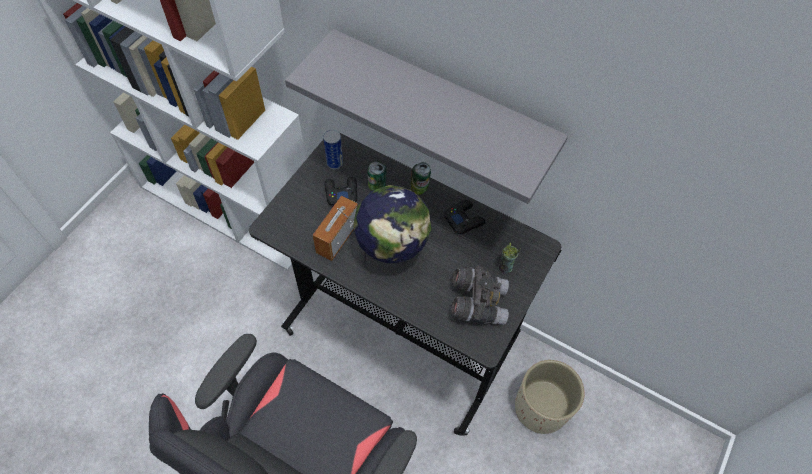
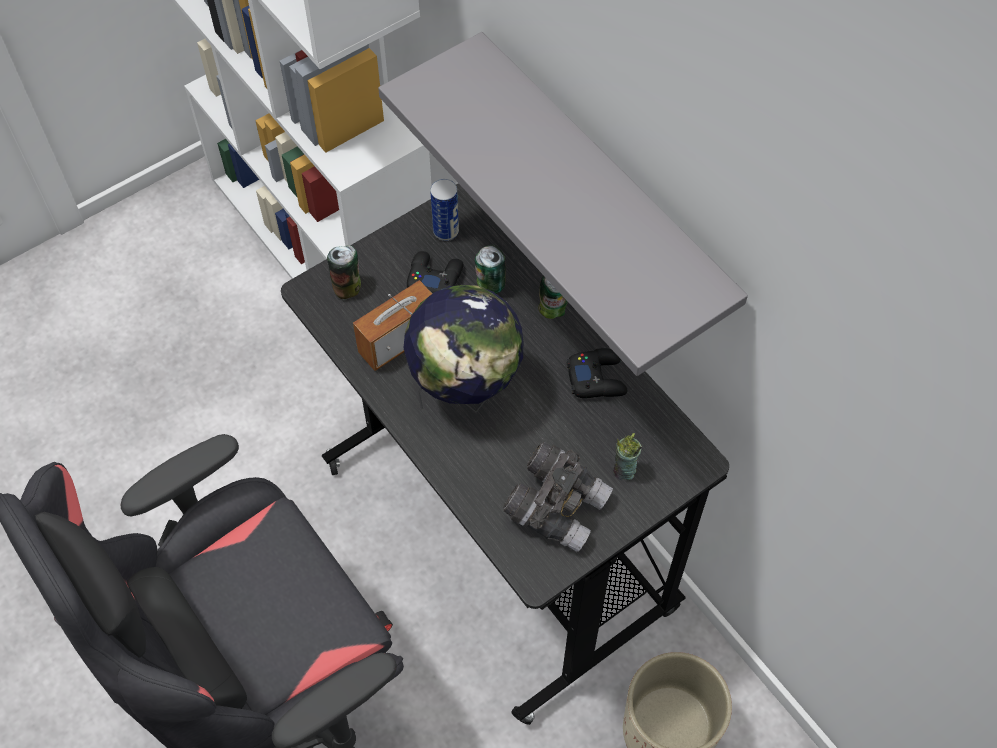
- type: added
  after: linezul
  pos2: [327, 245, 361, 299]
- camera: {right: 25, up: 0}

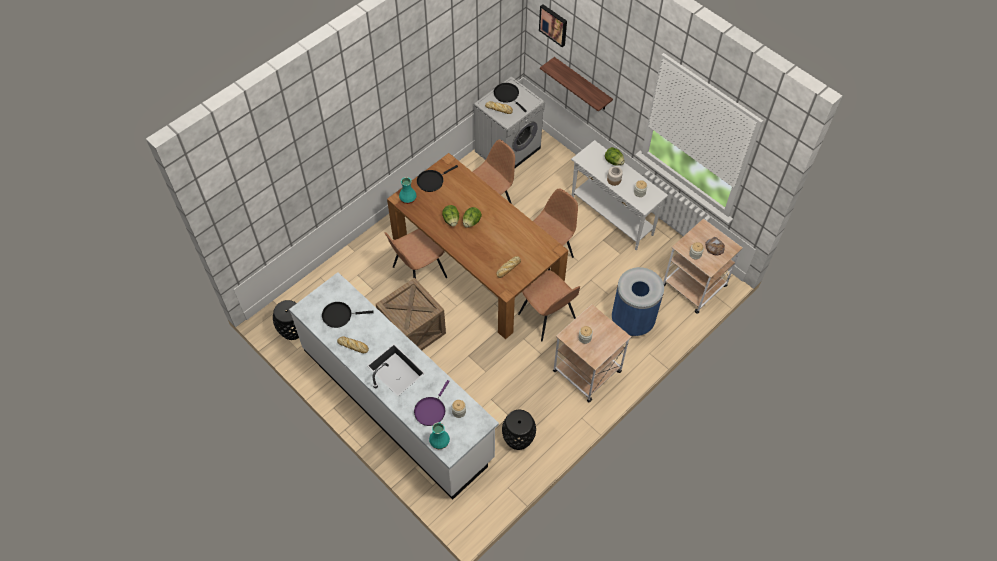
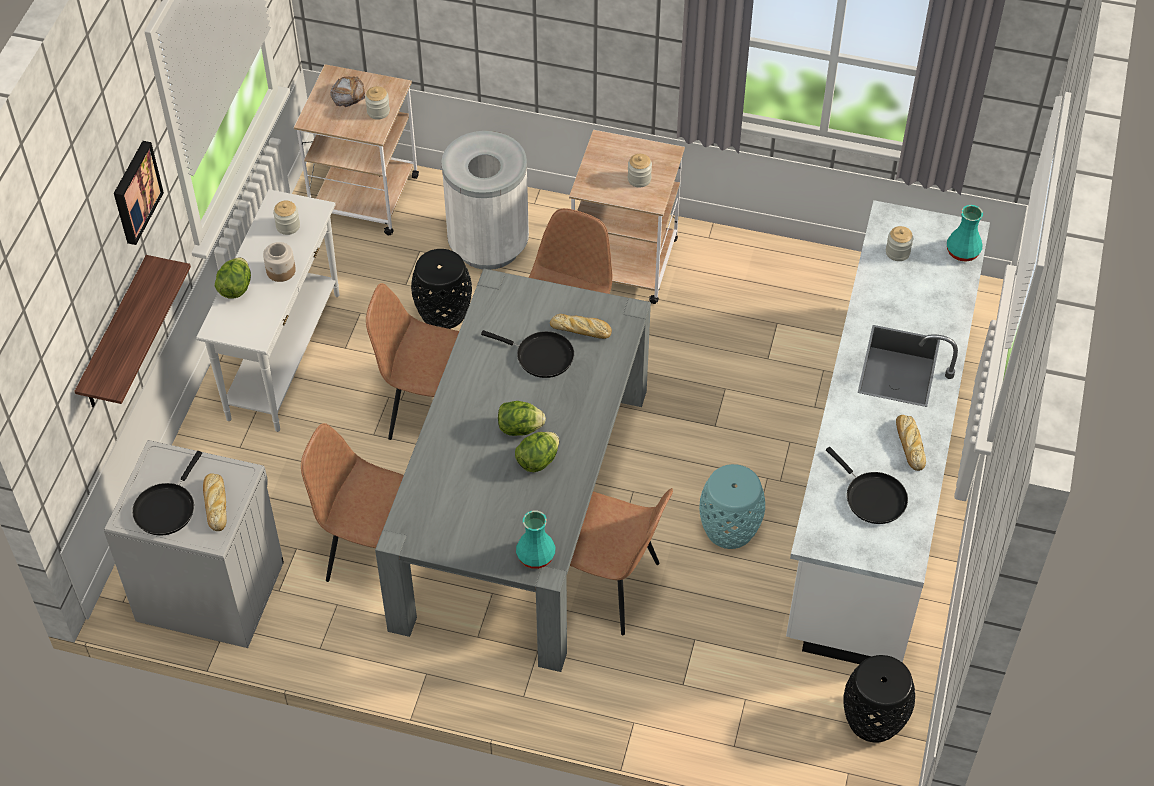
- type: replaced
  before: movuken
  after: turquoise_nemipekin
  pos1: [376, 278, 446, 350]
  pos2: [699, 464, 765, 549]
- type: recoloured
  before: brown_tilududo
  after: grey_tilududo
  pos1: [387, 153, 568, 339]
  pos2: [375, 269, 651, 672]
- type: removed
  before: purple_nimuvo
  pos1: [414, 380, 450, 426]
- type: moved
  before: black_nimuvo
  pos1: [417, 165, 458, 192]
  pos2: [481, 330, 574, 378]
- type: moved
  before: black_nemipekin
  pos1: [502, 410, 536, 450]
  pos2: [411, 249, 472, 329]
- type: moved
  before: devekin
  pos1: [539, 4, 567, 47]
  pos2: [114, 141, 164, 245]
- type: recoloured
  before: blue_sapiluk
  after: white_sapiluk
  pos1: [612, 267, 664, 336]
  pos2: [441, 131, 529, 270]
- camera: {right: -120, up: -5}

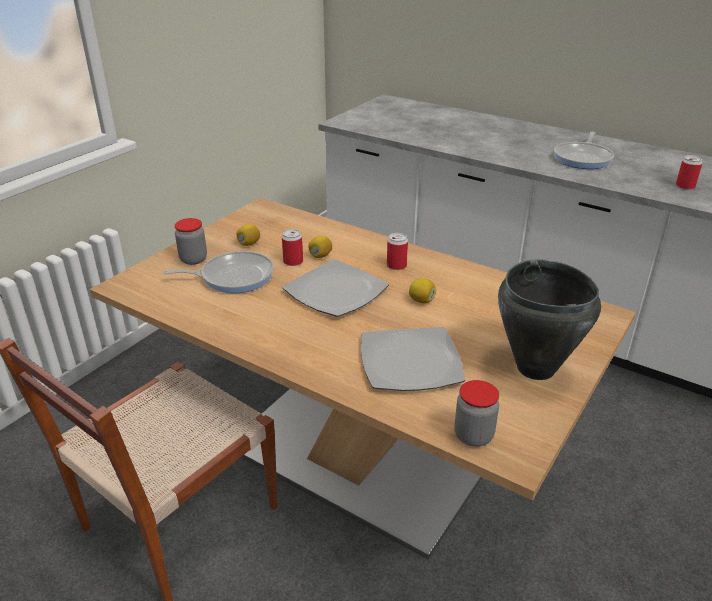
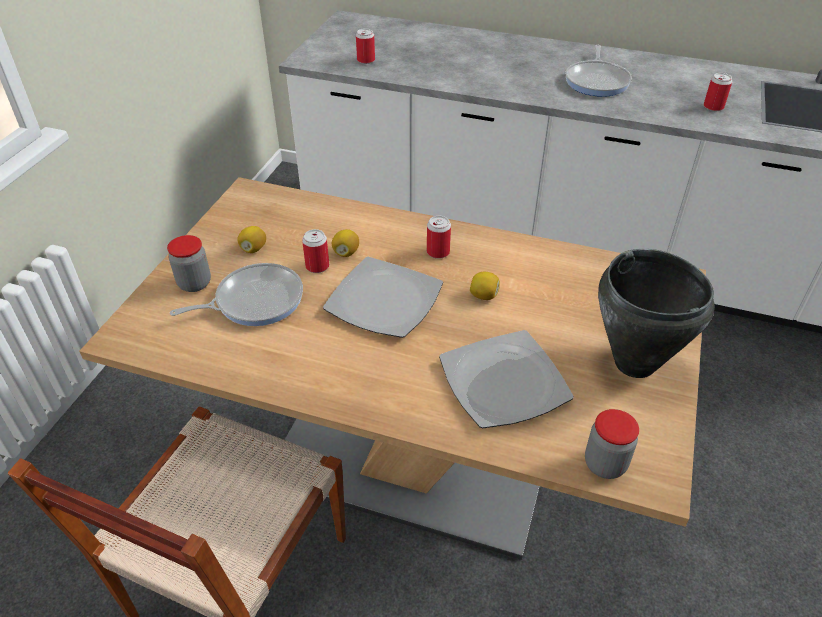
- type: added
  after: linezul
  pos2: [356, 28, 375, 64]
- camera: {right: -15, up: 10}

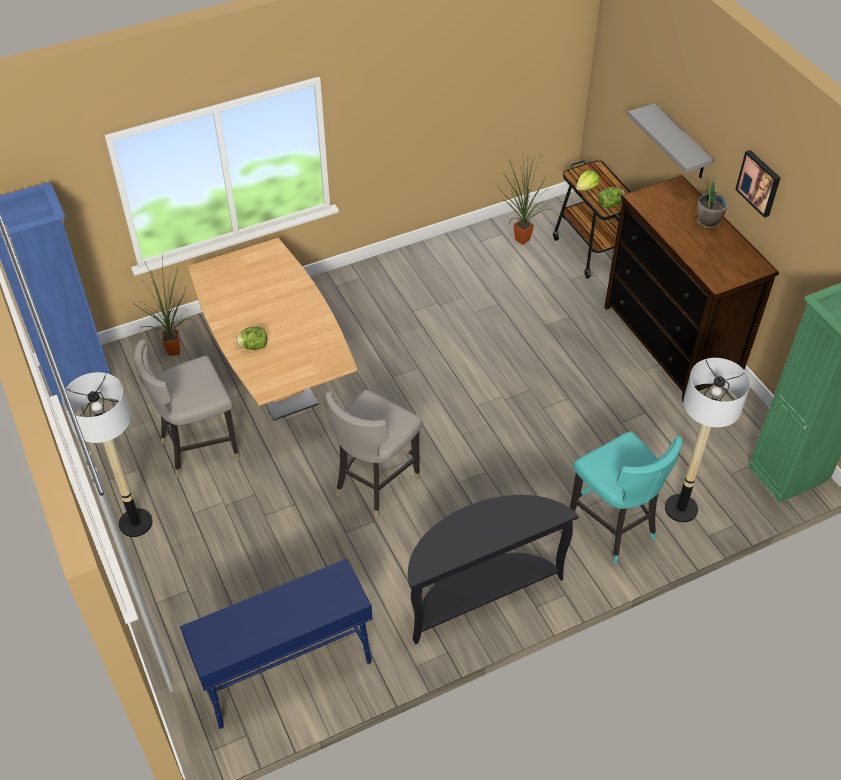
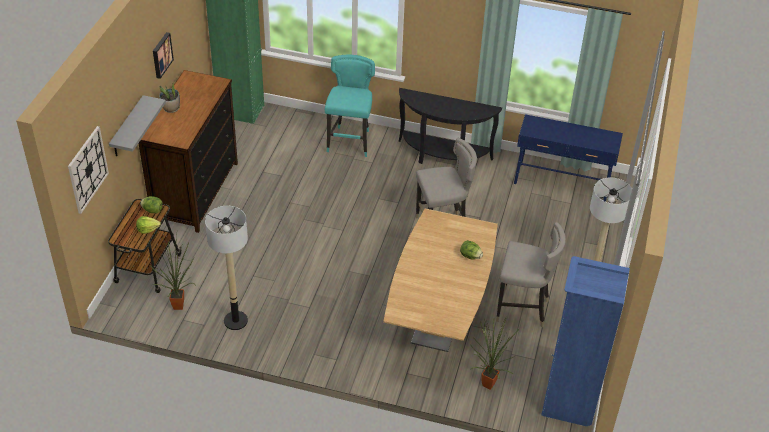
- type: moved
  before: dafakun
  pos1: [665, 358, 750, 523]
  pos2: [205, 206, 248, 330]
- type: added
  after: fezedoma
  pos2: [68, 126, 109, 214]
- camera: {right: -140, up: -5}

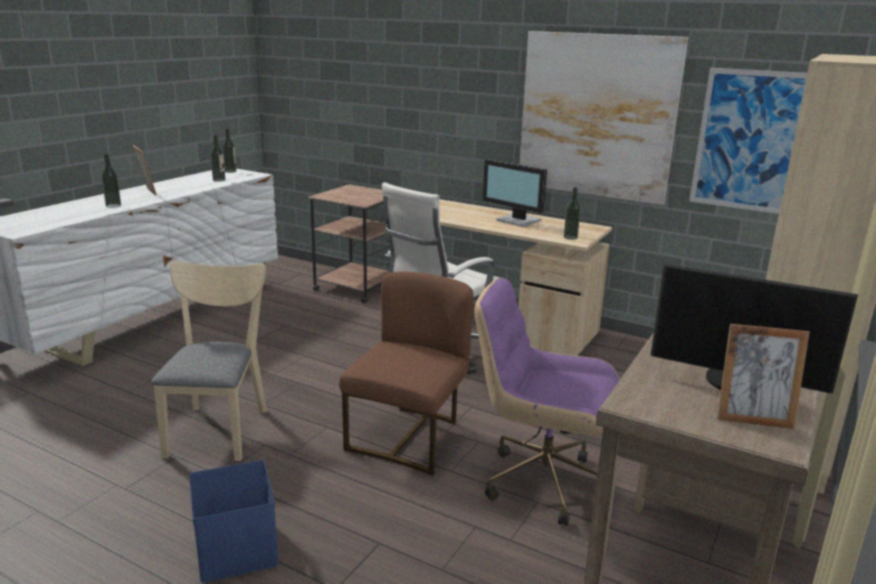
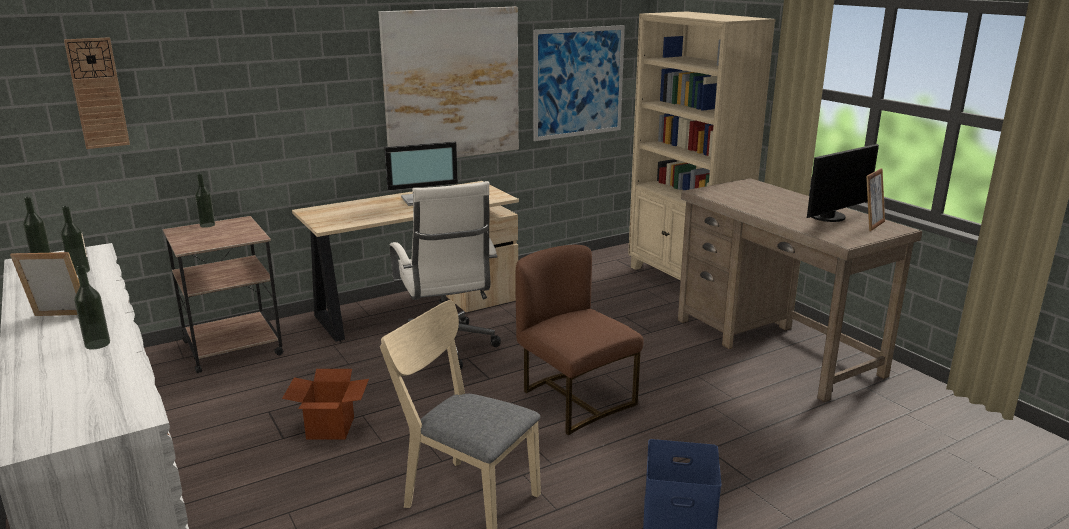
- type: removed
  before: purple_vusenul
  pos1: [475, 277, 619, 526]
- type: moved
  before: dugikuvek
  pos1: [564, 187, 581, 240]
  pos2: [195, 173, 215, 228]
- type: added
  after: fezedoma
  pos2: [64, 37, 130, 149]
- type: added
  after: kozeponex
  pos2: [282, 369, 369, 440]
- camera: {right: -60, up: 0}

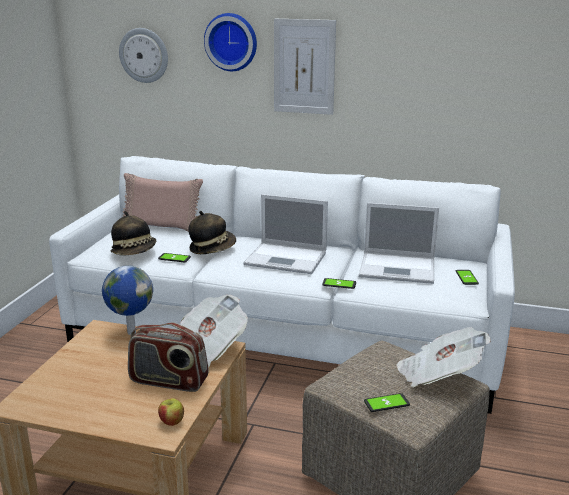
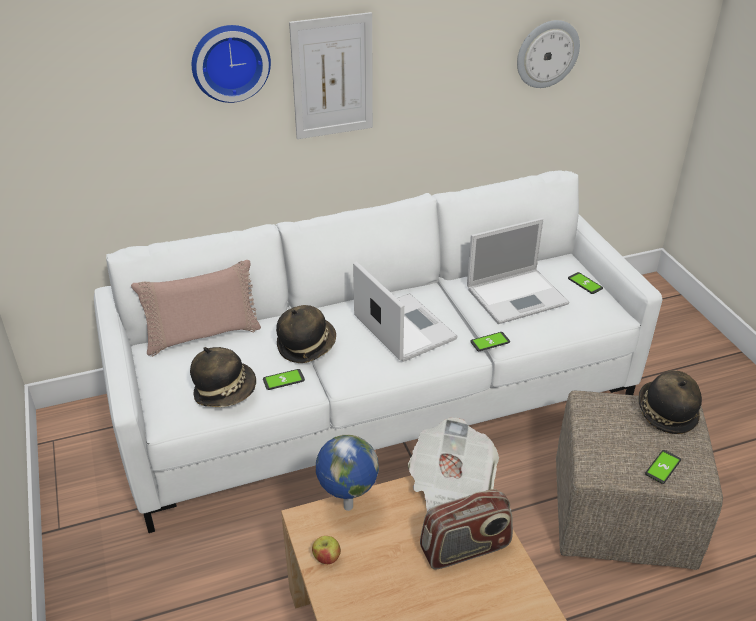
- type: moved
  before: fezedoma
  pos1: [119, 28, 168, 83]
  pos2: [517, 20, 580, 88]
- type: moved
  before: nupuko
  pos1: [158, 398, 184, 426]
  pos2: [312, 536, 341, 564]
- type: turned
  before: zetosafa
  pos1: [243, 194, 328, 274]
  pos2: [353, 261, 457, 362]
  turn: -105
- type: replaced
  before: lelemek
  after: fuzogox
  pos1: [396, 327, 491, 387]
  pos2: [638, 370, 702, 434]
- camera: {right: -35, up: 15}

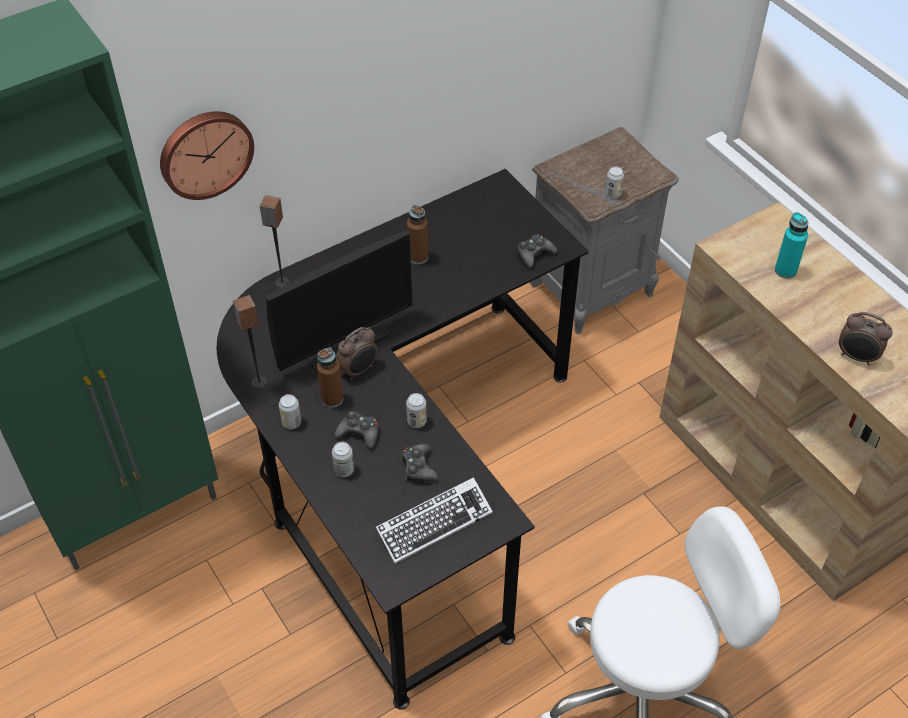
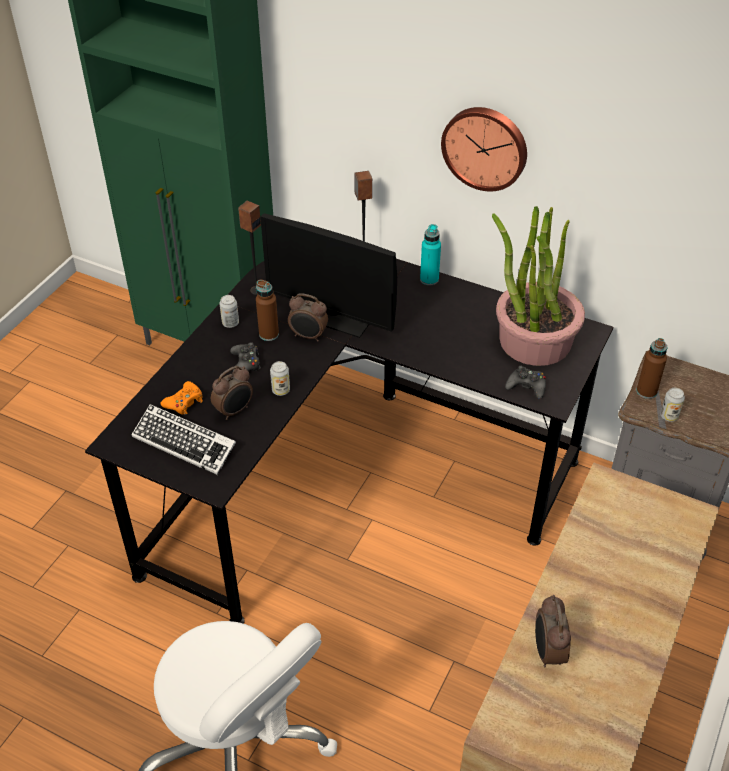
- type: moved
  before: fezedoma
  pos1: [160, 111, 254, 200]
  pos2: [441, 107, 527, 192]
- type: removed
  before: linezul
  pos1: [332, 442, 354, 477]
- type: replaced
  before: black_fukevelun
  after: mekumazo
  pos1: [401, 444, 438, 482]
  pos2: [211, 366, 253, 420]
- type: moved
  before: brown_dugikuvek
  pos1: [407, 205, 428, 264]
  pos2: [636, 338, 667, 399]
- type: moved
  before: turquoise_dugikuvek
  pos1: [775, 212, 808, 279]
  pos2: [420, 224, 441, 285]
- type: added
  after: orange_fukevelun
  pos2: [161, 381, 203, 415]
- type: added
  after: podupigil
  pos2: [492, 206, 585, 366]
- camera: {right: 60, up: -5}

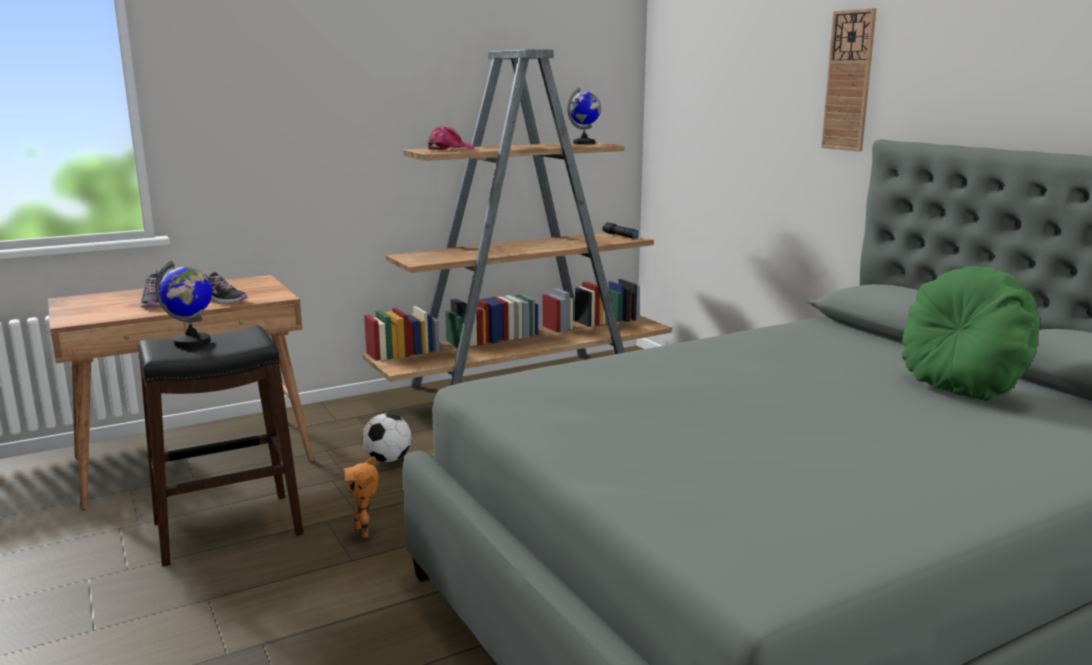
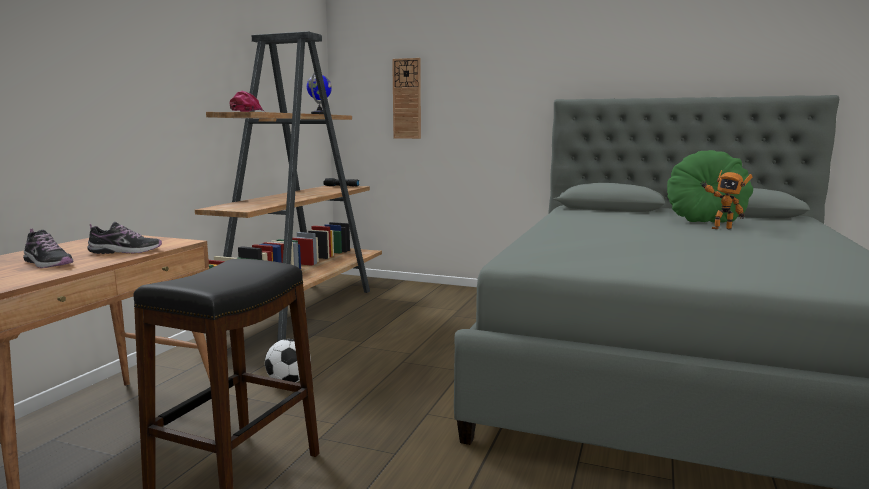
- type: removed
  before: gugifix
  pos1: [155, 261, 212, 348]
- type: moved
  before: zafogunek
  pos1: [344, 456, 379, 539]
  pos2: [700, 170, 753, 230]
- type: moved
  before: fezedoma
  pos1: [821, 8, 877, 151]
  pos2: [392, 58, 421, 139]
- camera: {right: -40, up: -5}

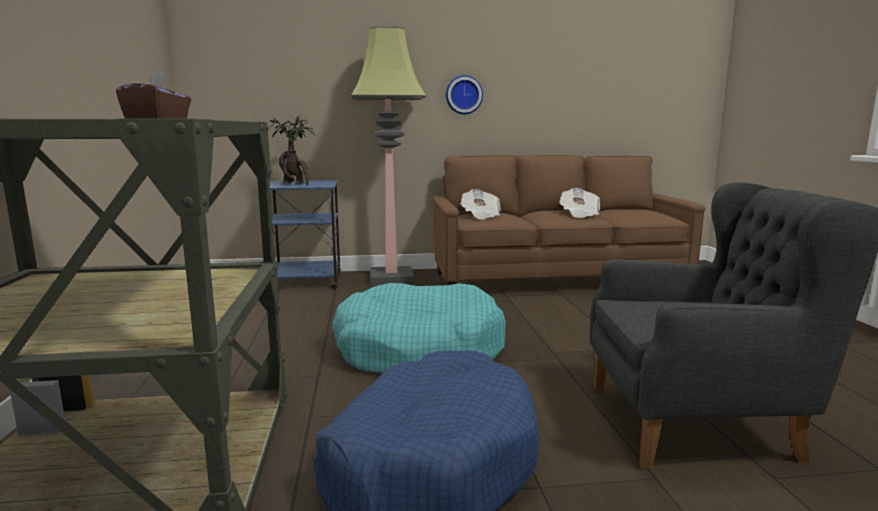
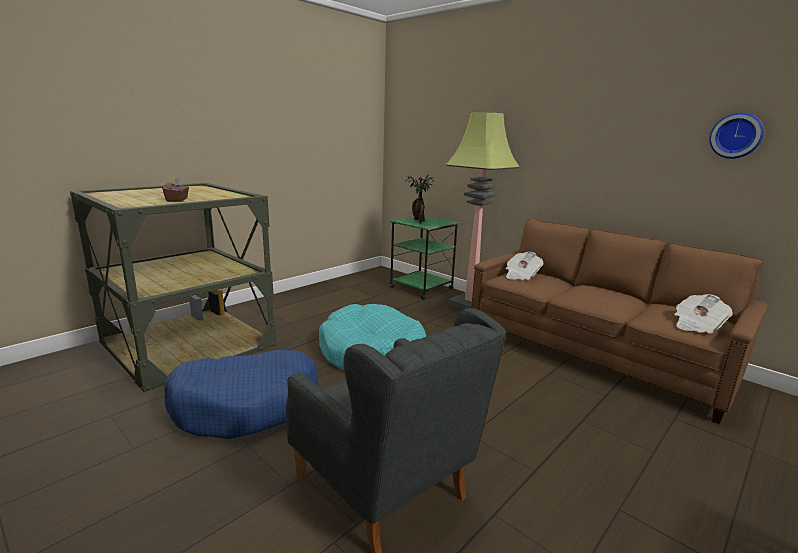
- type: recoloured
  before: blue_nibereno
  after: green_nibereno
  pos1: [270, 180, 341, 289]
  pos2: [390, 216, 459, 299]
- type: moved
  before: fezedoma
  pos1: [446, 75, 483, 114]
  pos2: [709, 113, 764, 159]
- type: moved
  before: lelemek
  pos1: [559, 188, 600, 218]
  pos2: [675, 294, 733, 333]
- camera: {right: 50, up: 5}

